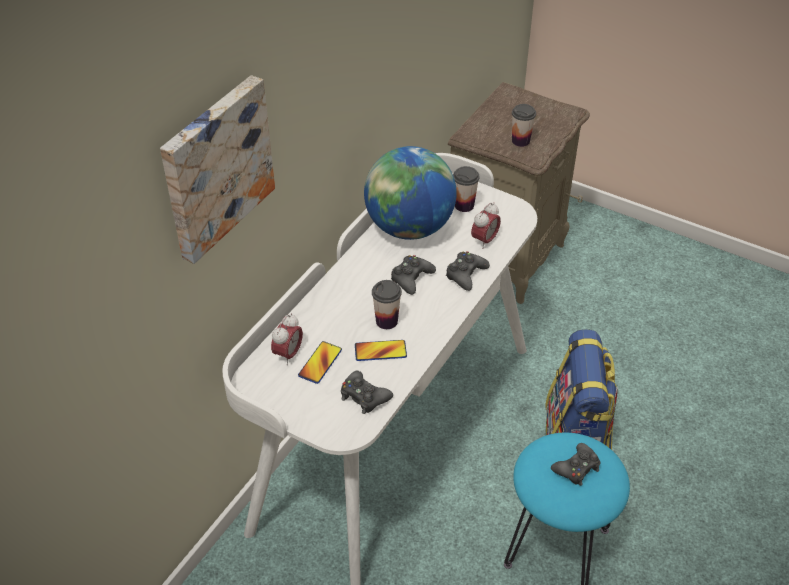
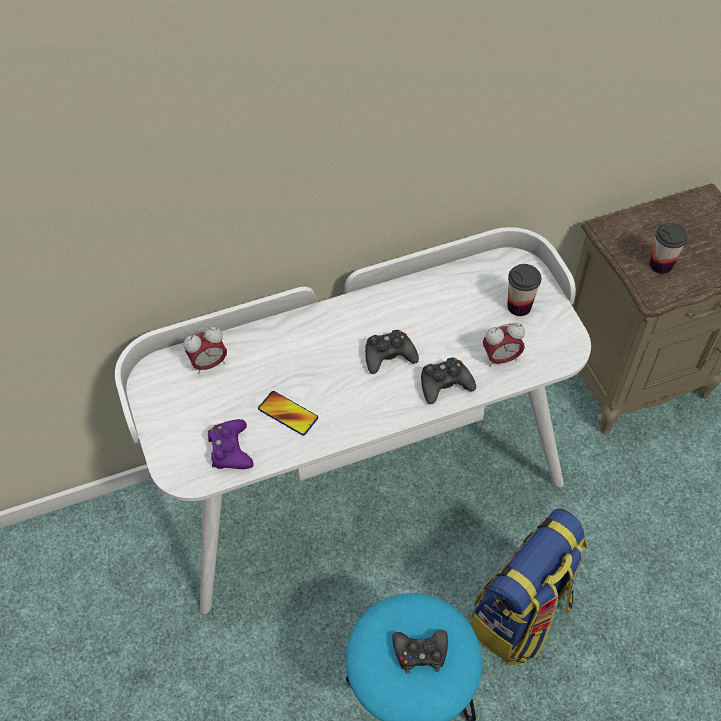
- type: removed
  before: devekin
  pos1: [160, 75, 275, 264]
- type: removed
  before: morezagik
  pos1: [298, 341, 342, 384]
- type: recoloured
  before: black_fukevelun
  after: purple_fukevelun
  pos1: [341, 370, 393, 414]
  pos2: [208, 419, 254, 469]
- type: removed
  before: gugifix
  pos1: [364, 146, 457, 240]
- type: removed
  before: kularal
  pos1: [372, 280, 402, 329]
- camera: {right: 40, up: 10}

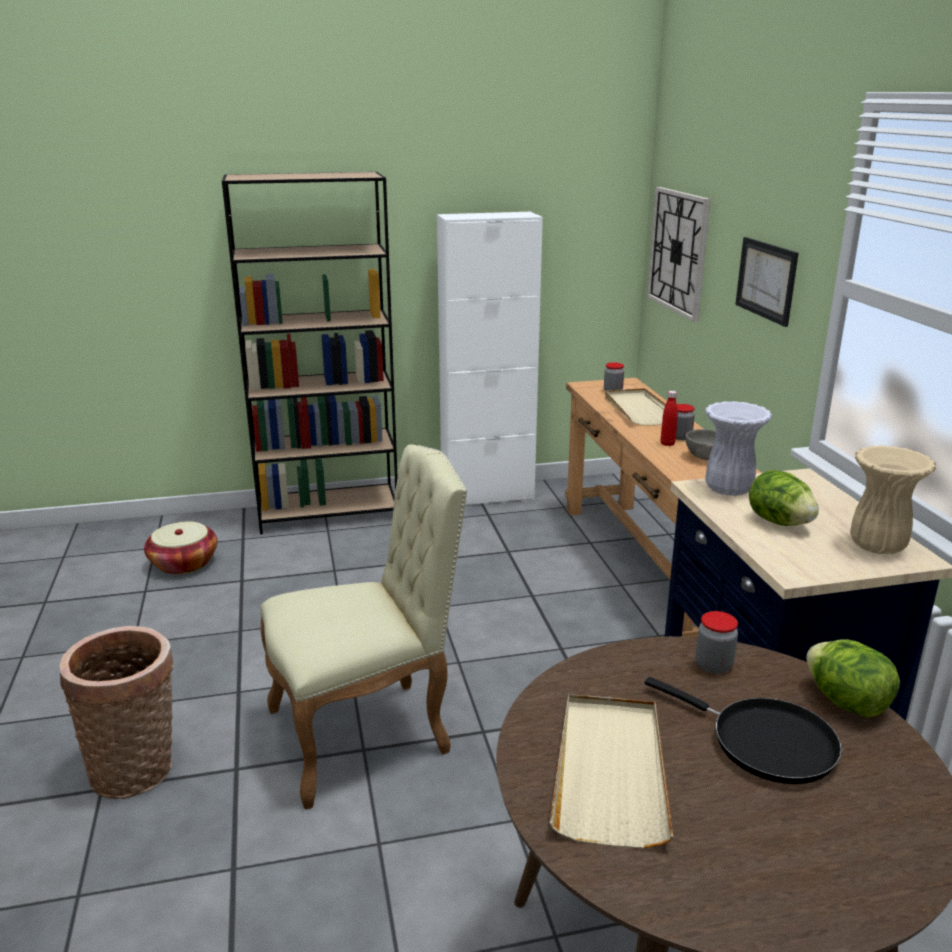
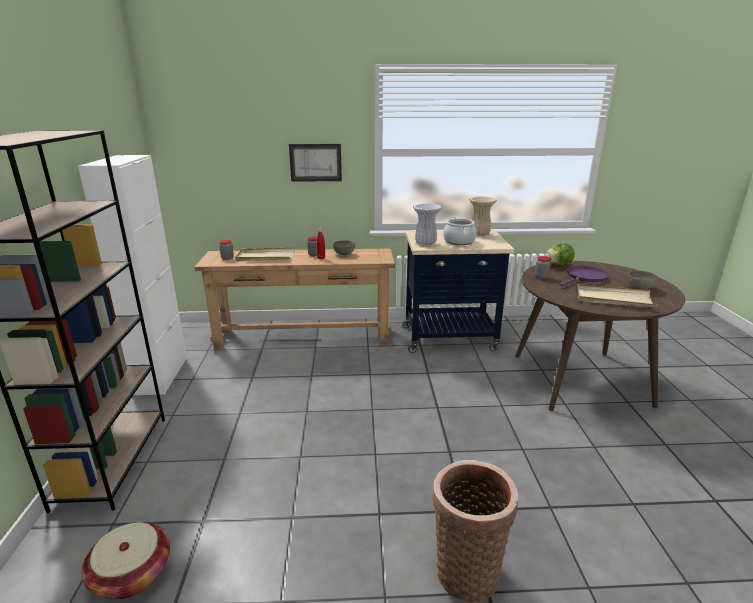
- type: removed
  before: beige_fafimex
  pos1: [261, 445, 467, 810]
- type: recoloured
  before: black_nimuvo
  after: purple_nimuvo
  pos1: [644, 677, 842, 784]
  pos2: [560, 266, 609, 286]
- type: removed
  before: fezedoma
  pos1: [647, 187, 711, 322]
- type: replaced
  before: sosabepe
  after: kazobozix
  pos1: [749, 470, 819, 526]
  pos2: [443, 217, 477, 245]
- type: added
  after: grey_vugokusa
  pos2: [628, 270, 658, 290]
- camera: {right: -80, up: 0}

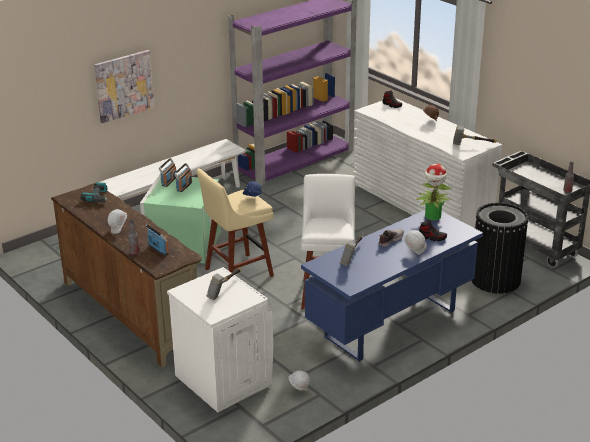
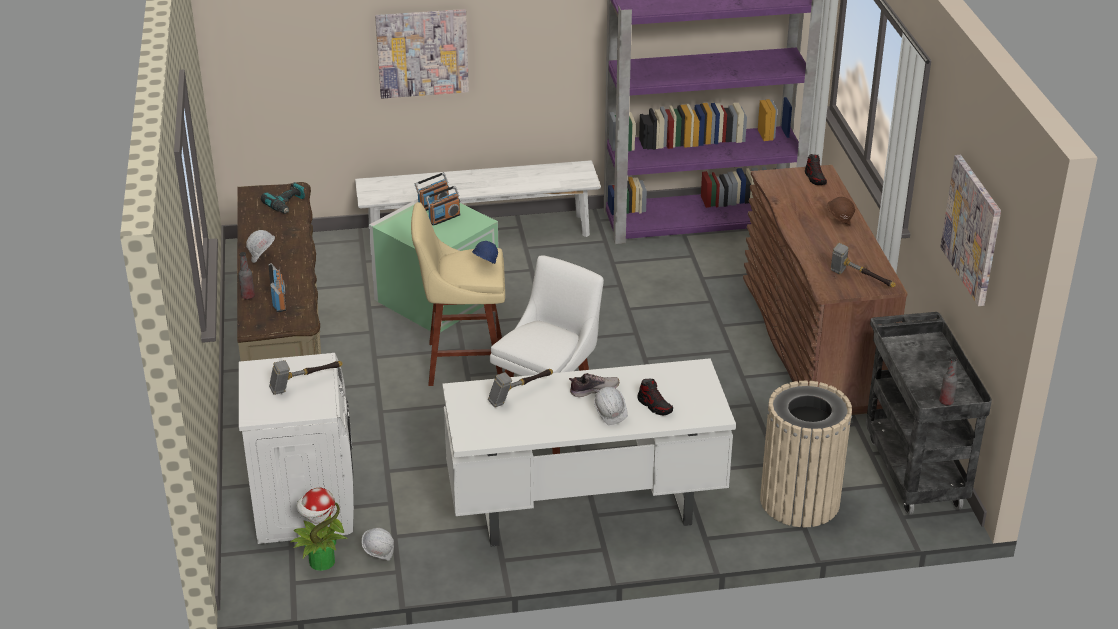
- type: recoloured
  before: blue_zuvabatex
  after: white_zuvabatex
  pos1: [301, 210, 483, 361]
  pos2: [442, 358, 736, 546]
- type: recoloured
  before: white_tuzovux
  after: brown_tuzovux
  pos1: [353, 98, 502, 228]
  pos2: [743, 165, 908, 415]
- type: moved
  before: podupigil
  pos1: [416, 163, 452, 220]
  pos2: [291, 488, 348, 571]
- type: recoloured
  before: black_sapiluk
  after: beige_sapiluk
  pos1: [471, 202, 529, 294]
  pos2: [760, 381, 852, 527]
- type: added
  after: devekin
  pos2: [940, 155, 1001, 306]
- camera: {right: 30, up: 5}

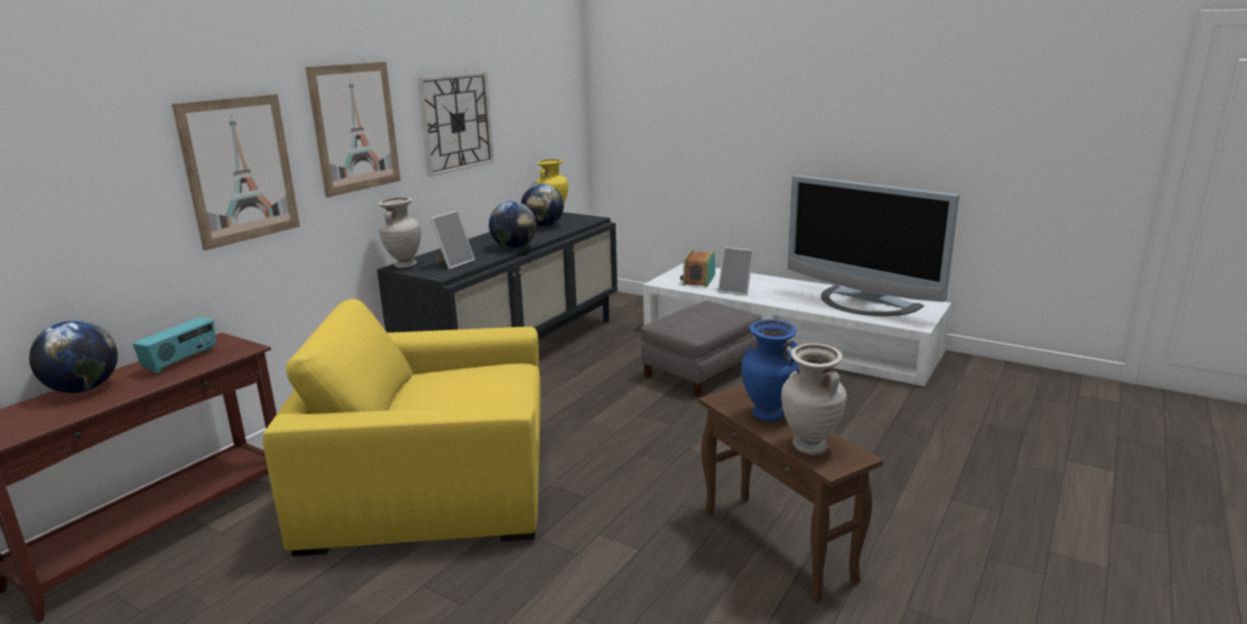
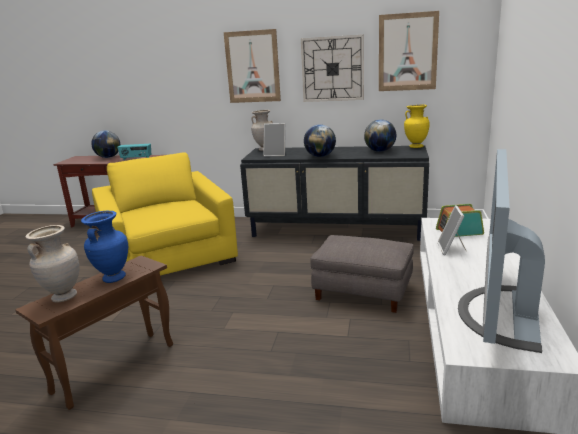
- type: moved
  before: devekin
  pos1: [172, 94, 300, 250]
  pos2: [379, 11, 439, 91]
- camera: {right: 70, up: 0}

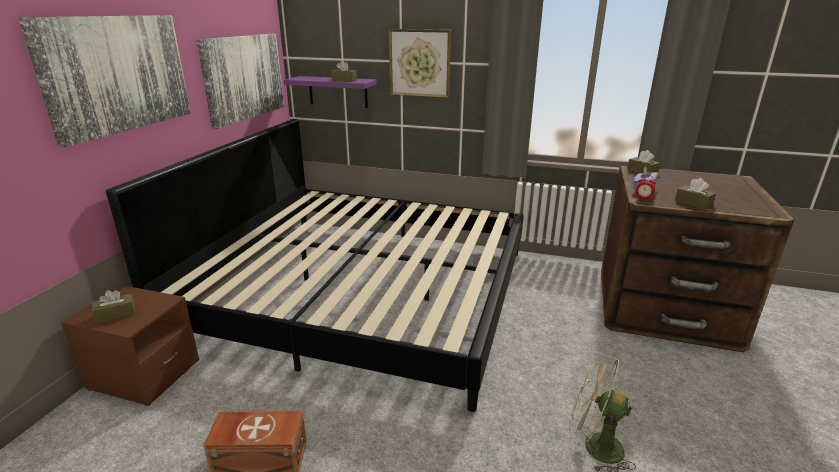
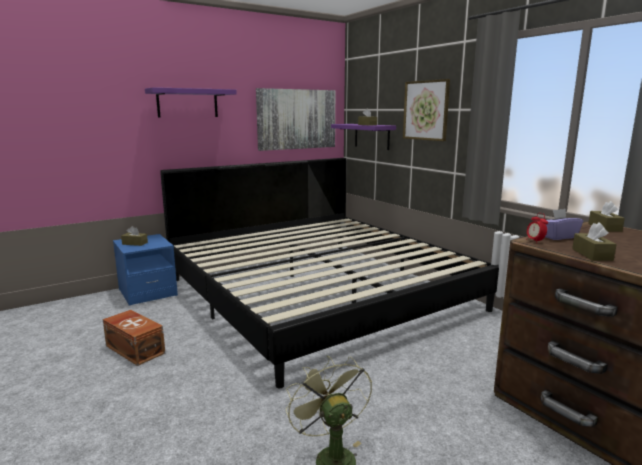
- type: replaced
  before: devekin
  after: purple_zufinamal
  pos1: [18, 15, 191, 147]
  pos2: [145, 87, 237, 118]
- type: recoloured
  before: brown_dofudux
  after: blue_dofudux
  pos1: [61, 285, 199, 406]
  pos2: [113, 234, 178, 306]
- camera: {right: 40, up: -10}

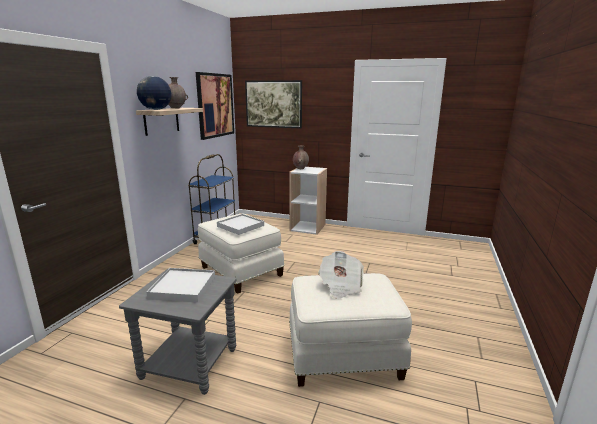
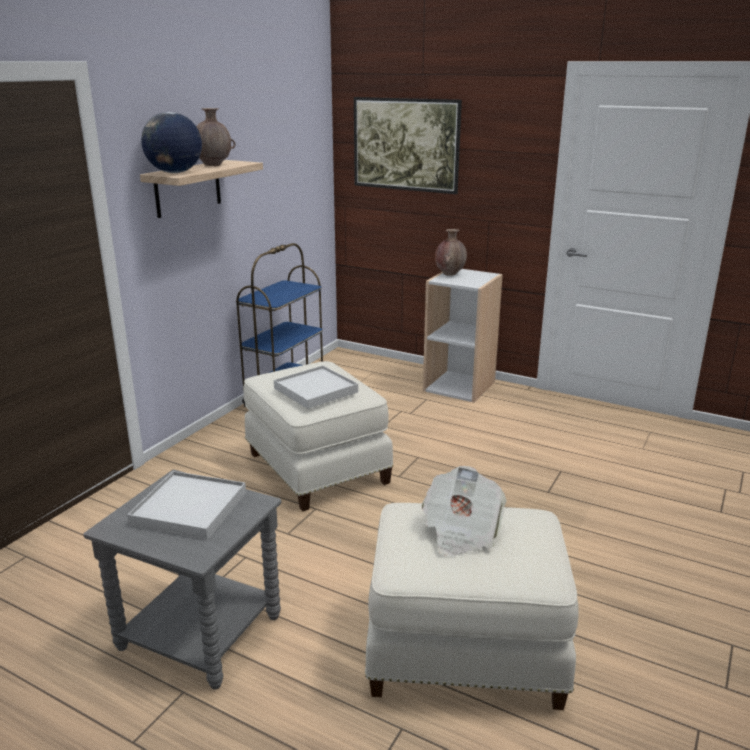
- type: removed
  before: devekin
  pos1: [196, 72, 234, 140]
- camera: {right: 10, up: 5}

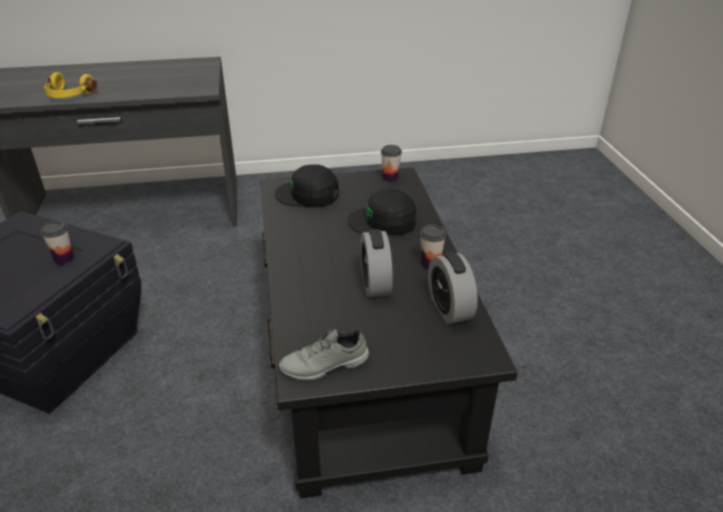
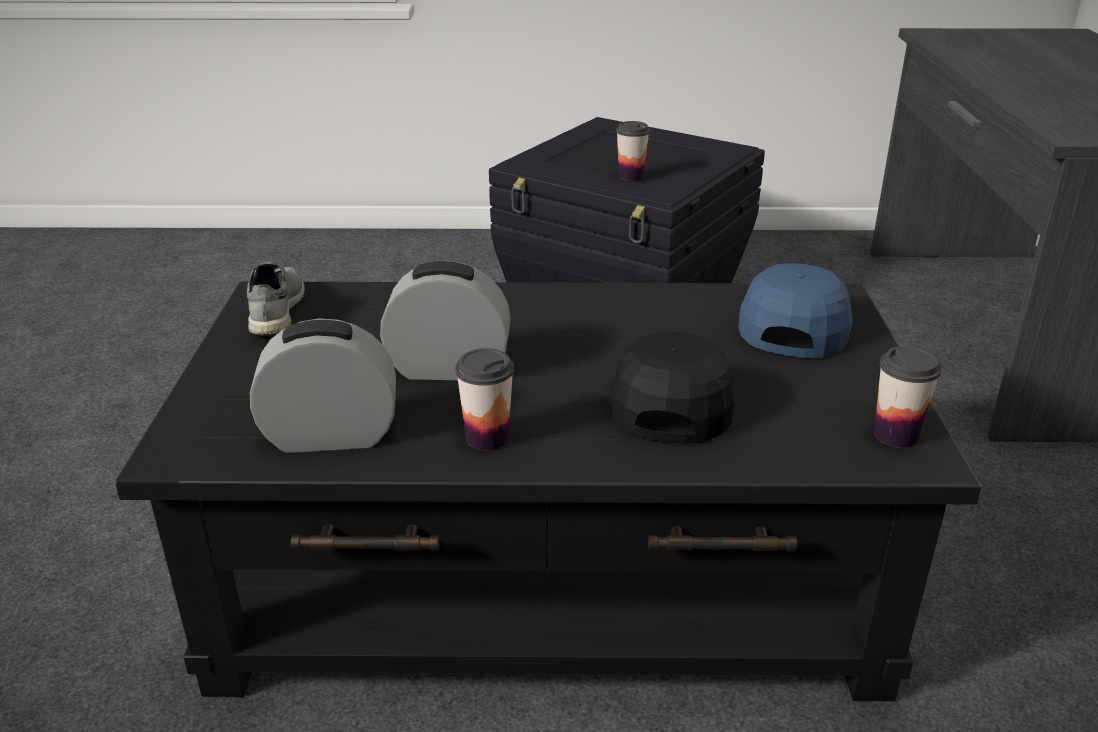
- type: removed
  before: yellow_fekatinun
  pos1: [44, 72, 97, 98]
- type: recoloured
  before: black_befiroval
  after: blue_befiroval
  pos1: [275, 164, 339, 207]
  pos2: [738, 263, 853, 358]
- camera: {right: 100, up: -5}

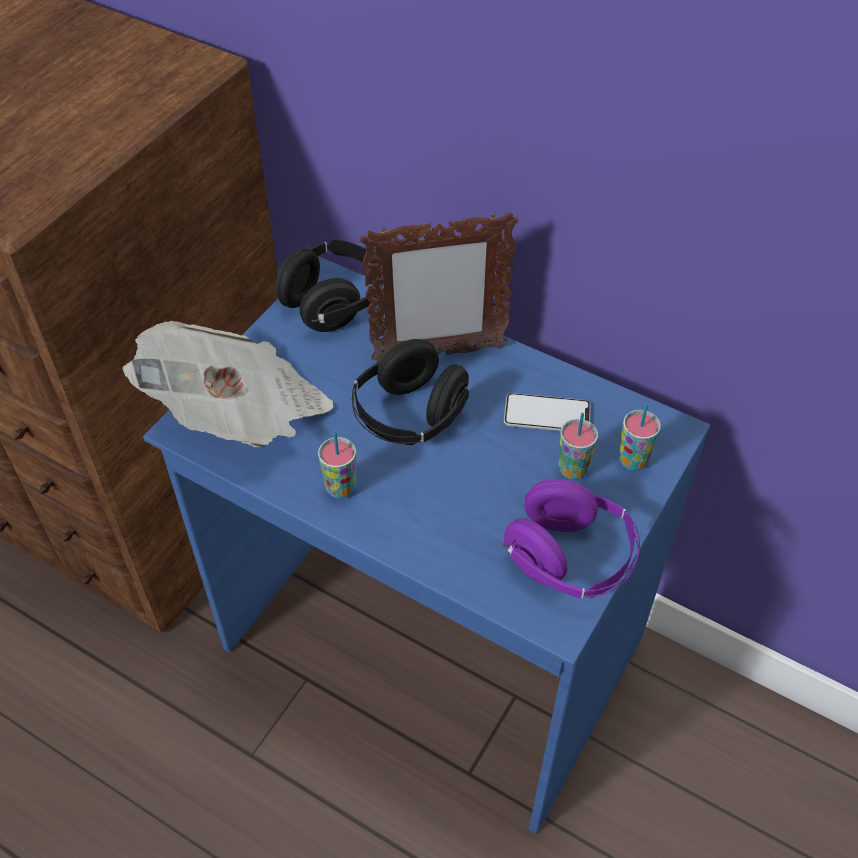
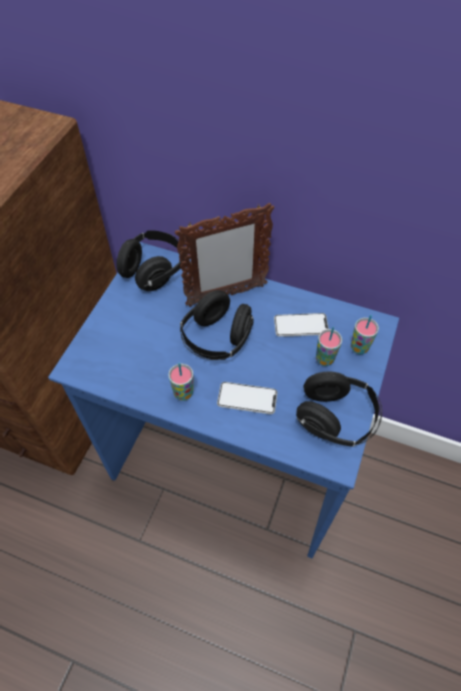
- type: removed
  before: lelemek
  pos1: [122, 321, 333, 447]
- type: recoloured
  before: purple_fekatinun
  after: black_fekatinun
  pos1: [502, 479, 640, 599]
  pos2: [296, 372, 382, 447]
- type: added
  after: morezagik
  pos2: [217, 382, 277, 414]
- camera: {right: -10, up: 5}

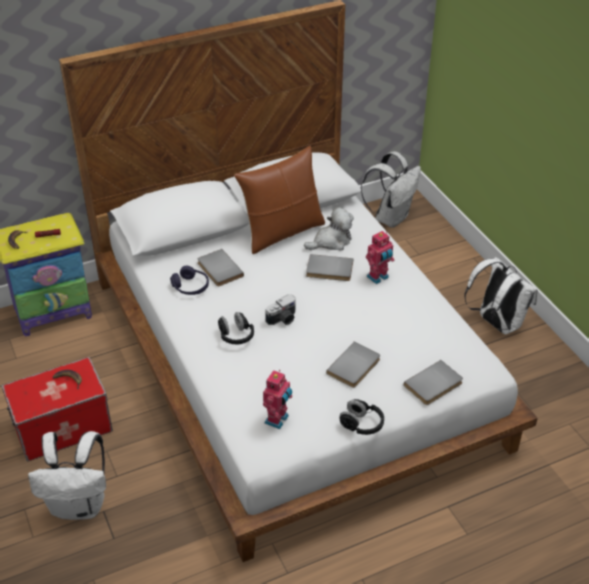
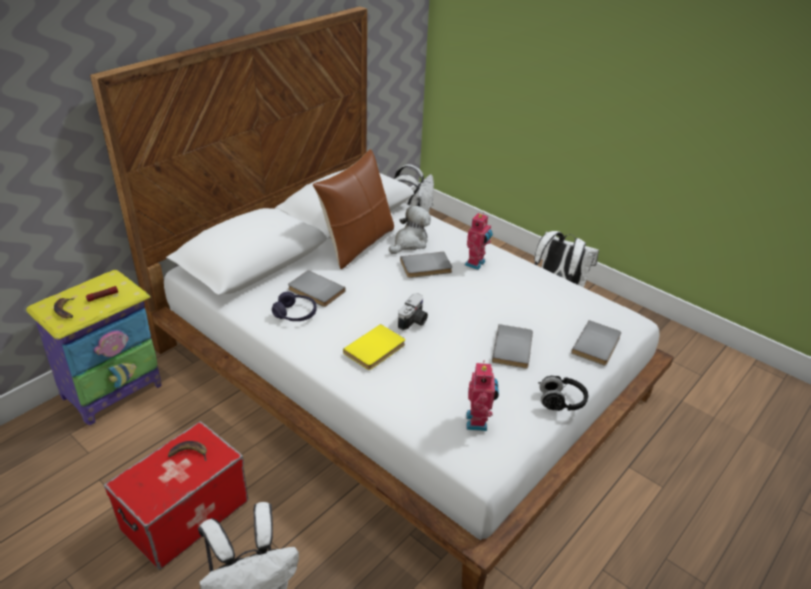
- type: replaced
  before: black_fekatinun
  after: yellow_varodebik
  pos1: [218, 312, 254, 344]
  pos2: [343, 324, 405, 370]
- camera: {right: -25, up: -5}

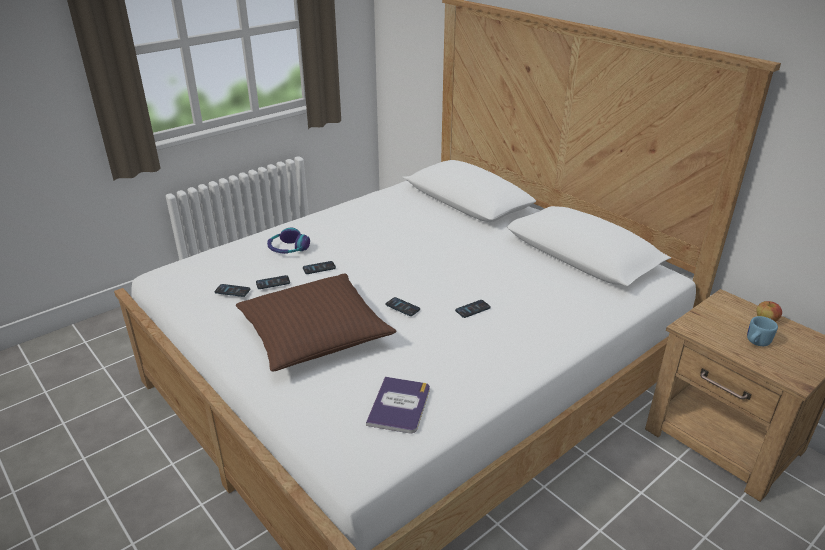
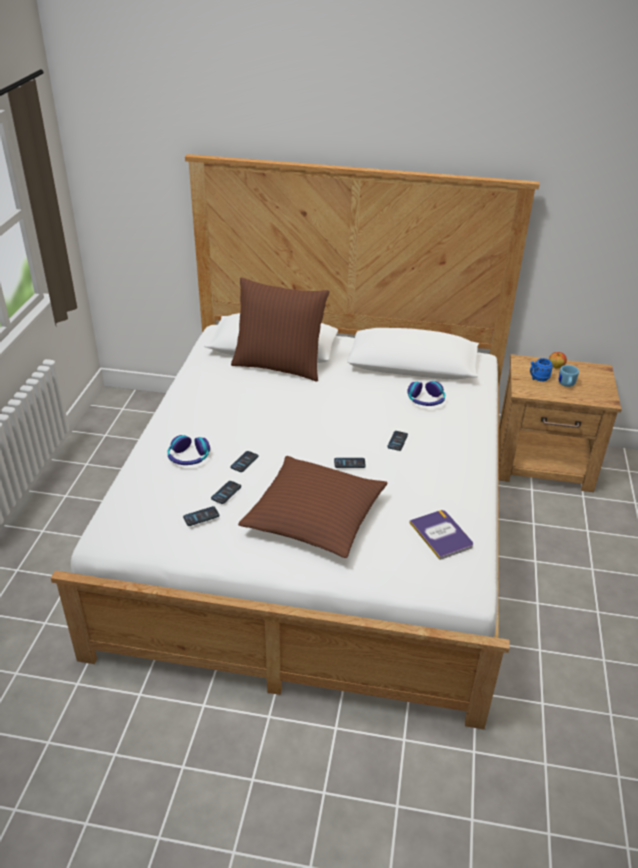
- type: added
  after: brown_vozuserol
  pos2: [231, 278, 329, 382]
- type: added
  after: fekatinun
  pos2: [407, 381, 445, 406]
- type: added
  after: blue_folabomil
  pos2: [530, 358, 553, 381]
- camera: {right: -40, up: 5}

